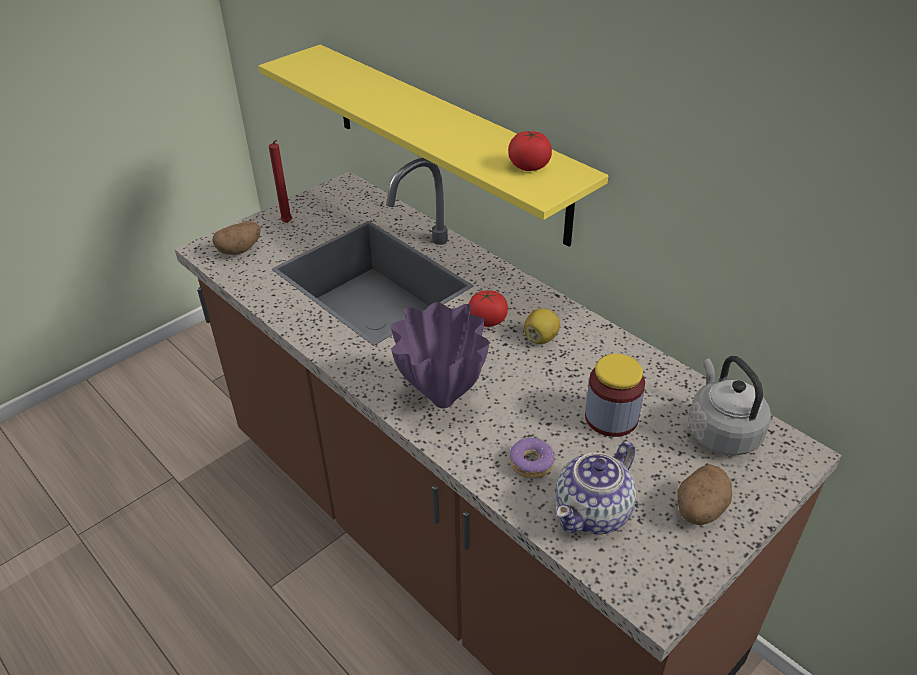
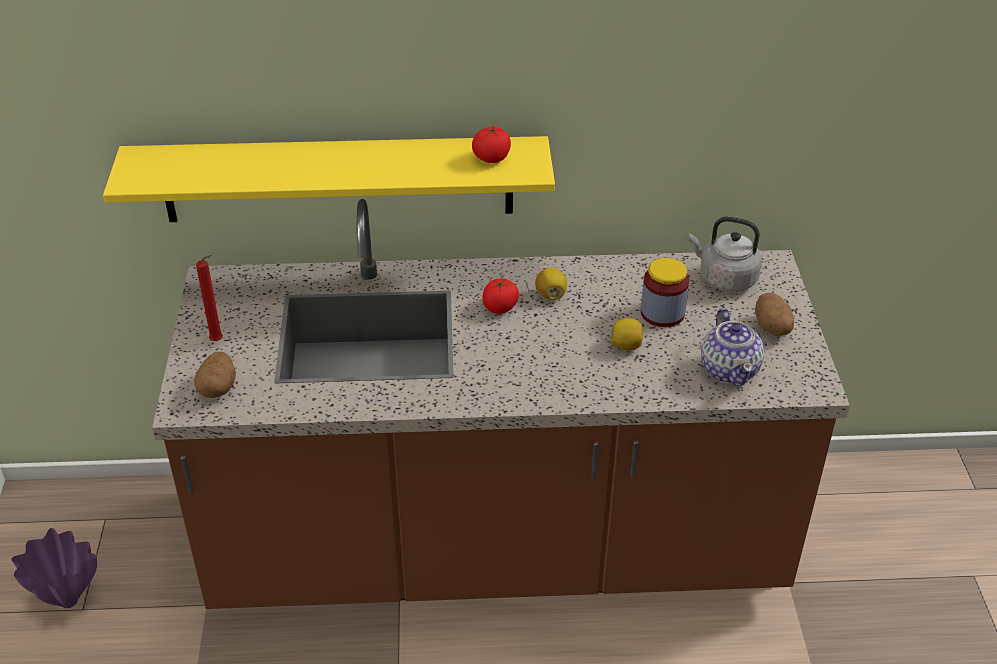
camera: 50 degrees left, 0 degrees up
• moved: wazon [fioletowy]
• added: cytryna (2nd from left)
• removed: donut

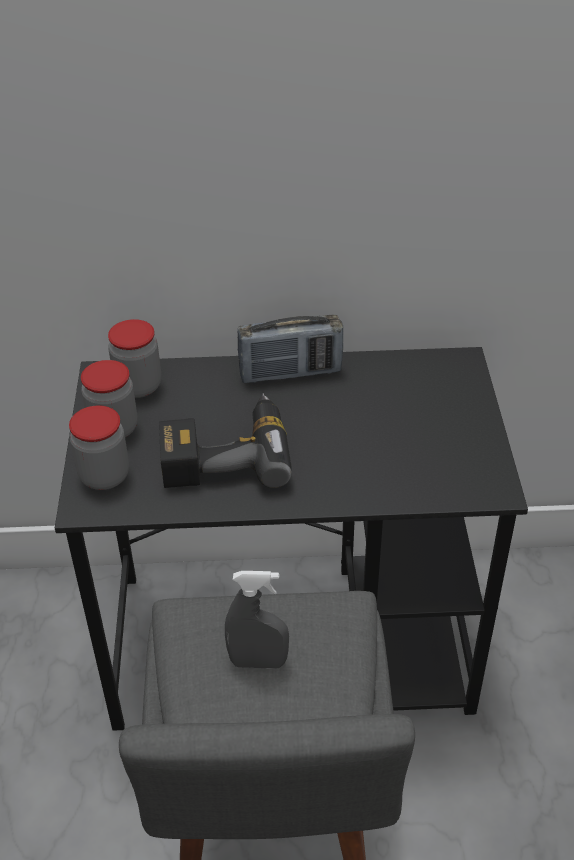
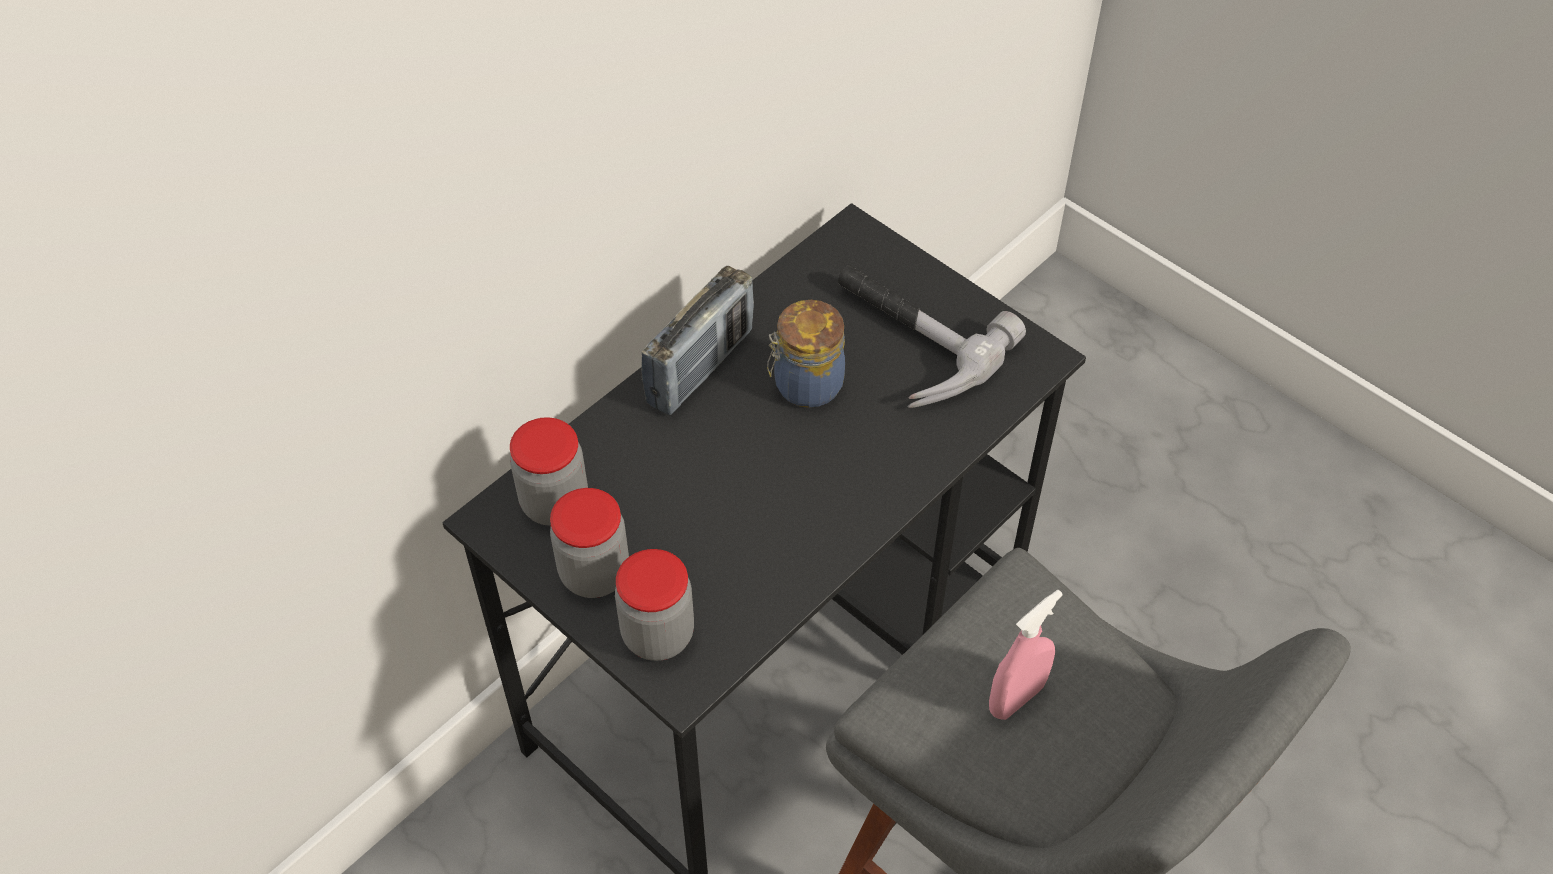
camera: 45 degrees left, 10 degrees up
• added: słoik (4th from left)
• added: młotek
• recoloured: spryskiwacz [szary] to spryskiwacz [różowy]
• removed: wiertarka

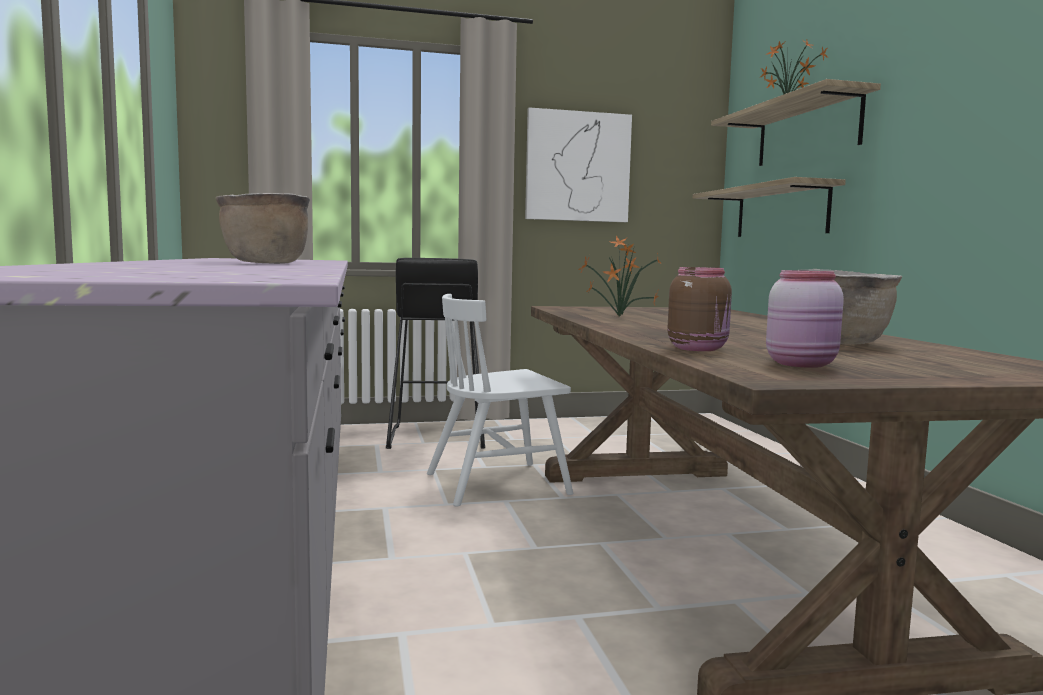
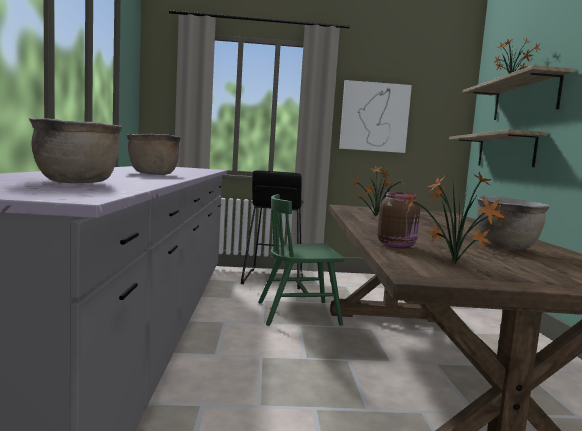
camera: 10 degrees right, 0 degrees up
• added: garnek [brązowy] (1st from left)
• recoloured: krzesło [biały] to krzesło [zielony]
• replaced: słoik [różowy] to roślina doniczkowa (2nd from left)

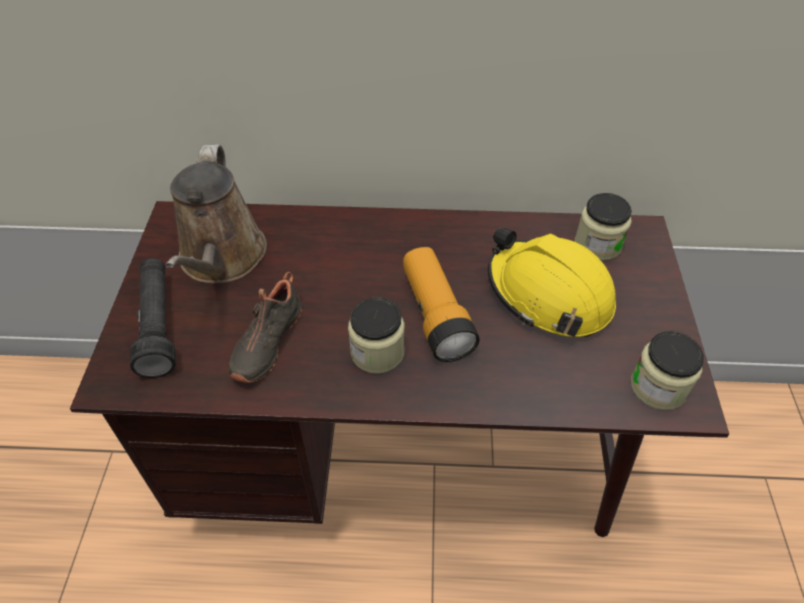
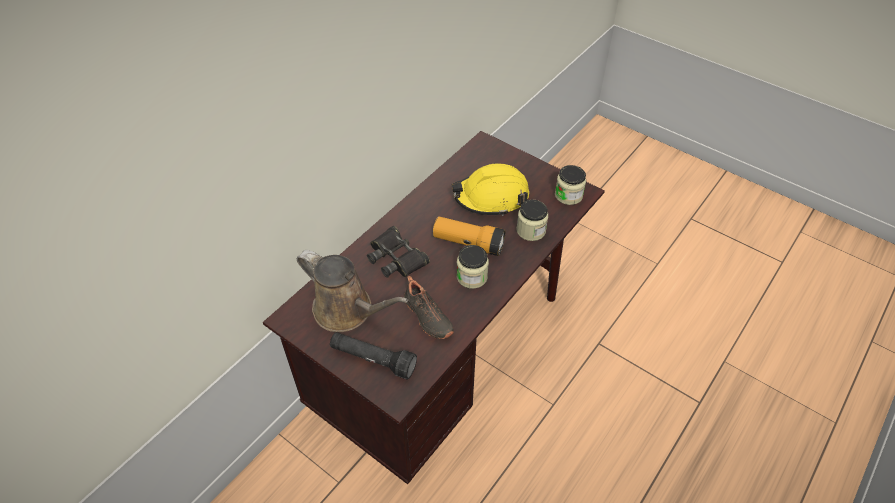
camera: 55 degrees left, 0 degrees up
• added: lornetka [czarny]
• moved: słoik (2nd from left)

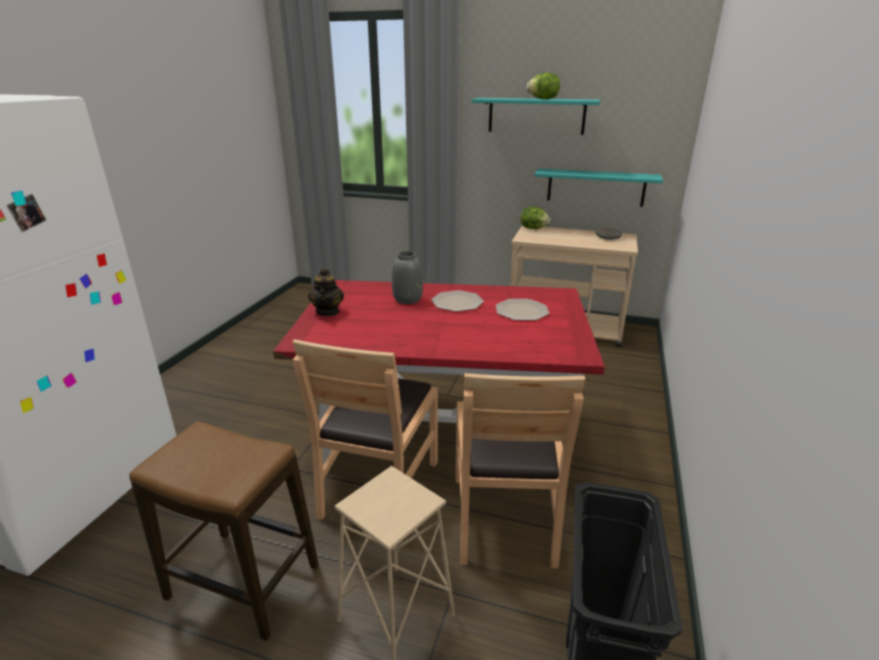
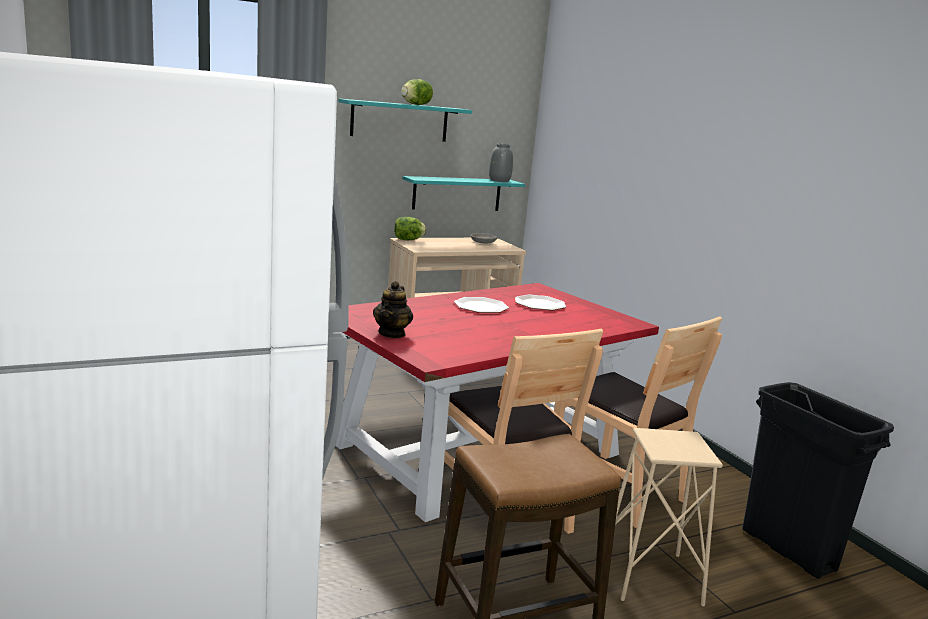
camera: 45 degrees left, 10 degrees down
• turned: imbryk 60 degrees clockwise
• moved: wazon [szary]

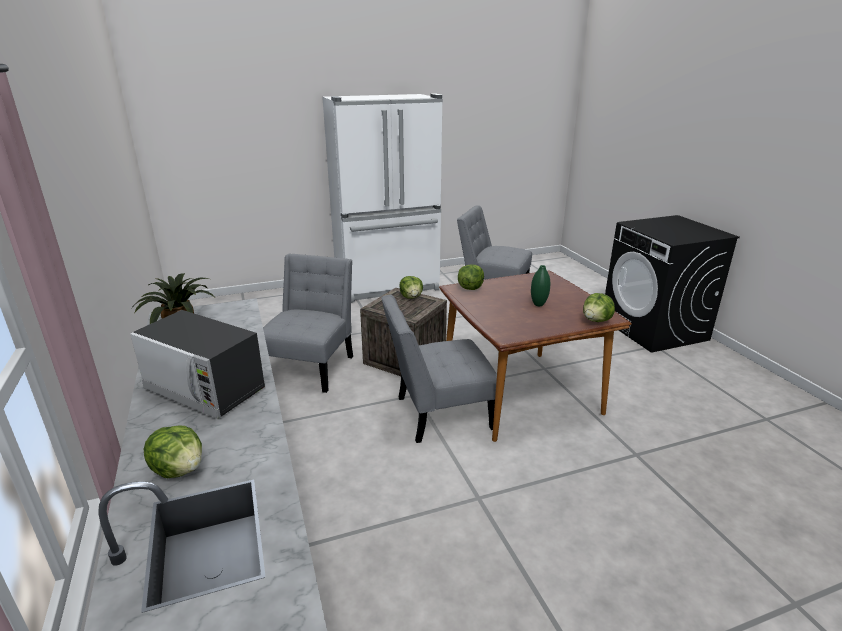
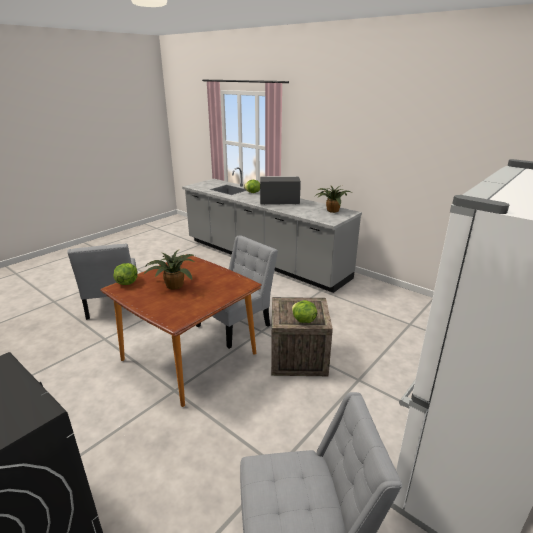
camera: 150 degrees right, 0 degrees up
• moved: krzesło [szary] (1st from left)
• replaced: wazon [zielony] to roślina doniczkowa (1st from left)
• removed: sałata (3rd from left)

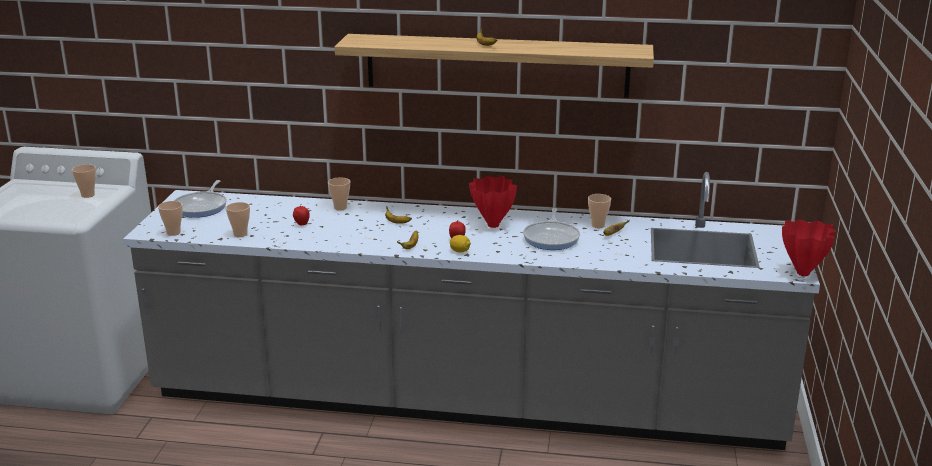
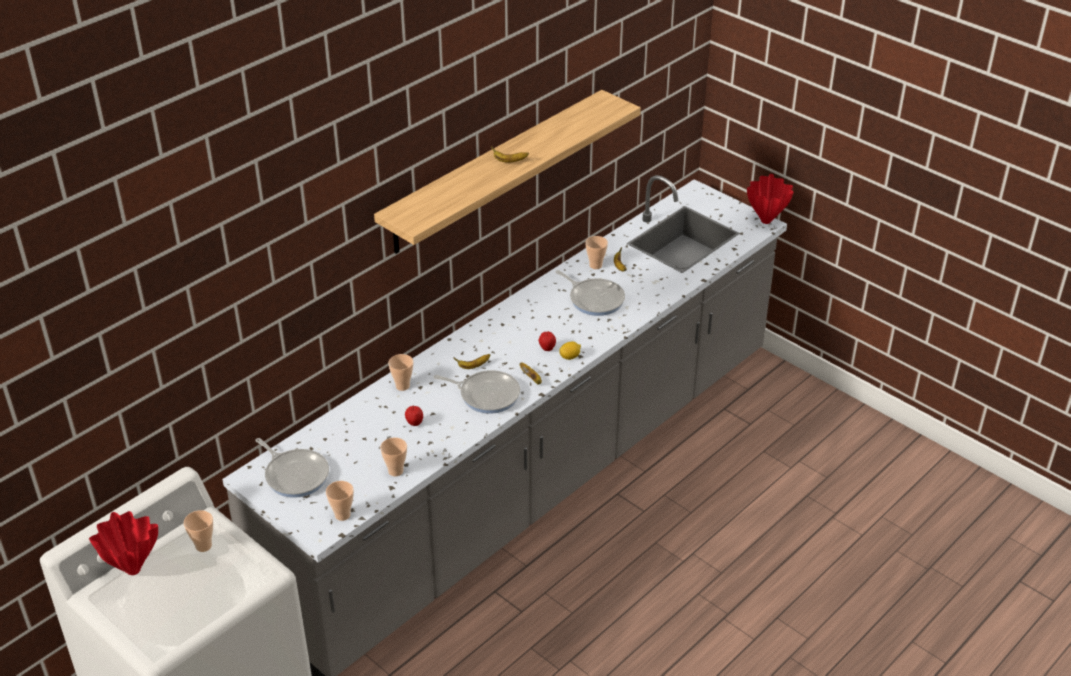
camera: 55 degrees left, 15 degrees up
• moved: wazon [czerwony] (1st from left)
• added: patelnia (2nd from left)

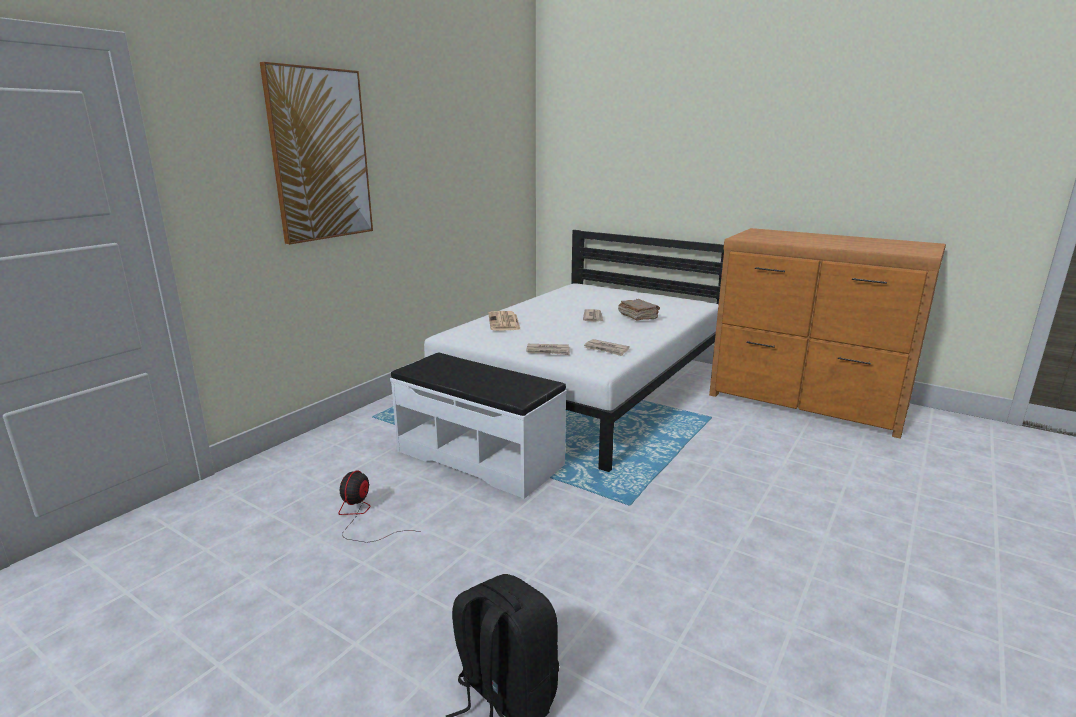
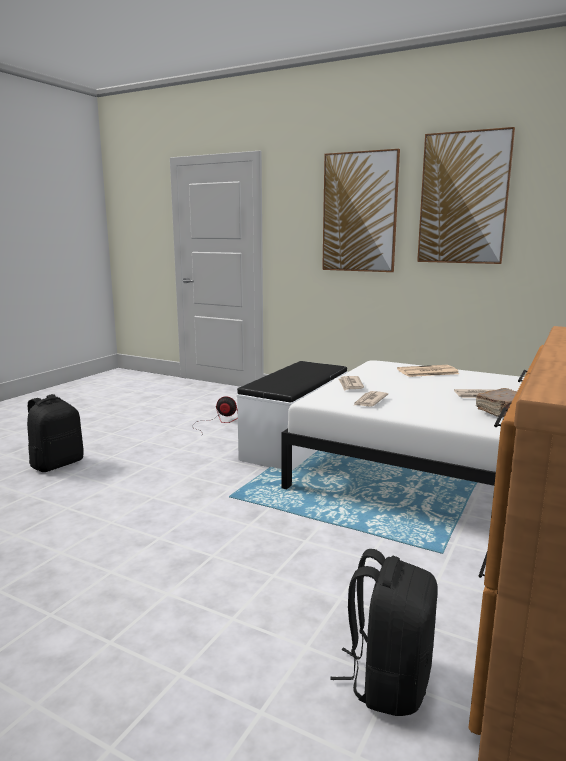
camera: 85 degrees right, 5 degrees down
• added: plecak [czarny] (2nd from left)
• added: obraz (2nd from left)

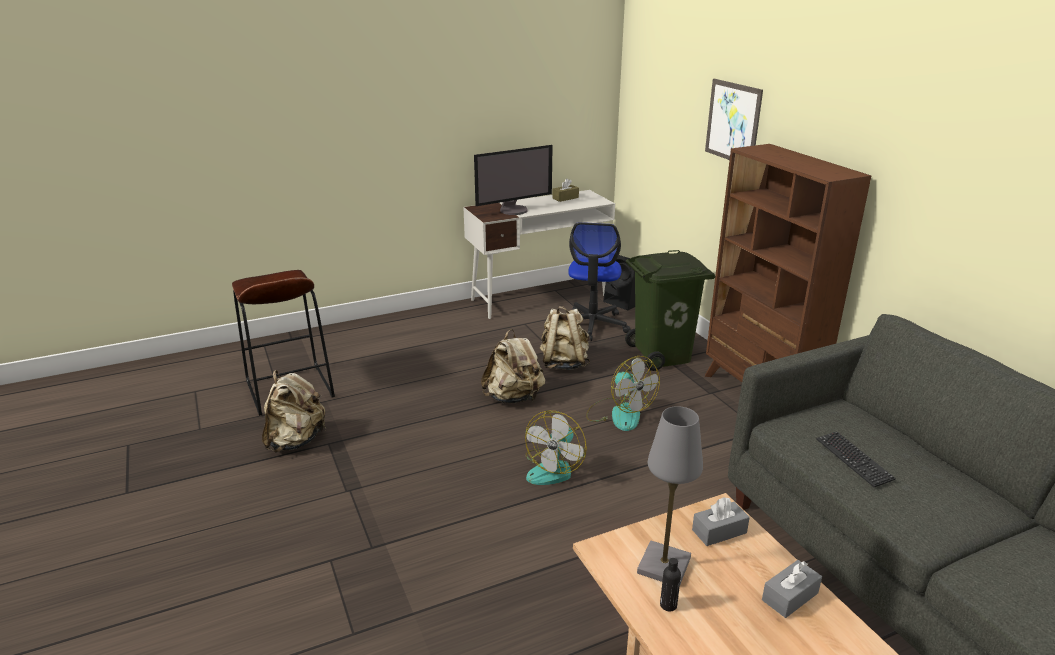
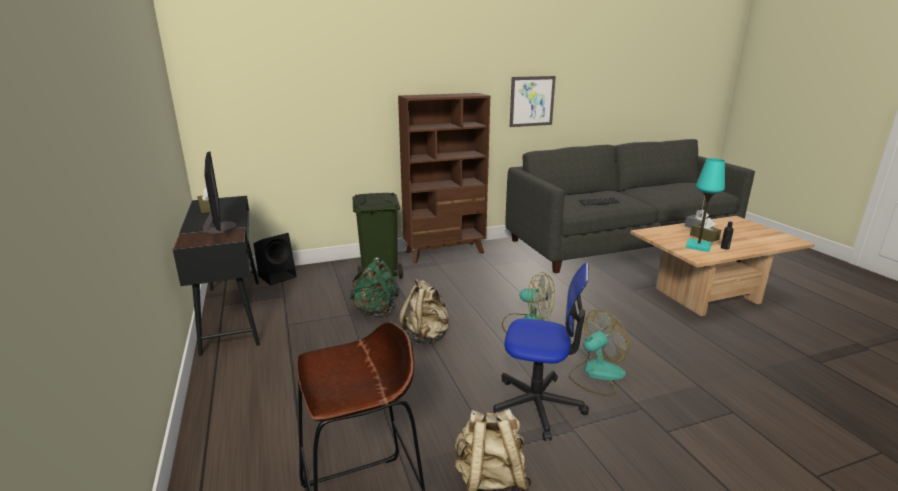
camera: 85 degrees left, 5 degrees down
• recoloured: biurko [biały] to biurko [czarny]
• recoloured: plecak [beżowy] (3rd from left) to plecak [zielony]
• moved: krzesło biurowe
• moved: obraz
• moved: wentylator (2nd from left)
• recoloured: lampa stołowa [szary] to lampa stołowa [turkusowy]
• added: pudełko chusteczek [brązowy] (2nd from left)
• removed: pudełko chusteczek [szary] (1st from left)

